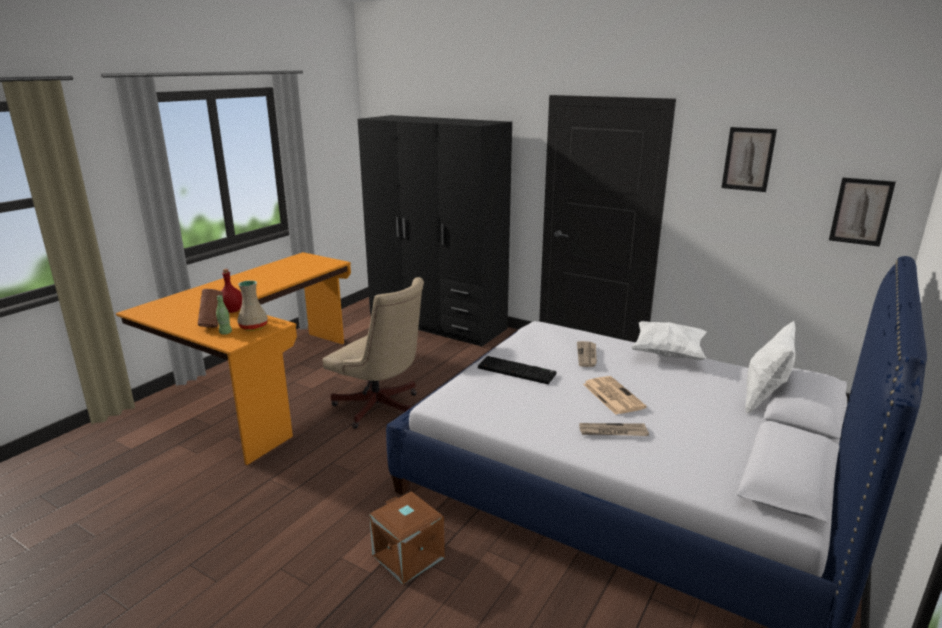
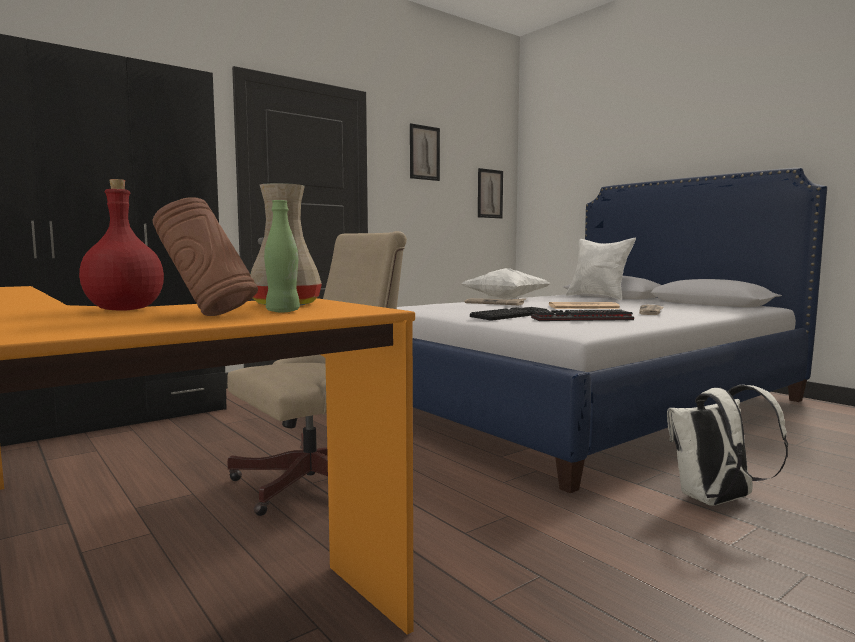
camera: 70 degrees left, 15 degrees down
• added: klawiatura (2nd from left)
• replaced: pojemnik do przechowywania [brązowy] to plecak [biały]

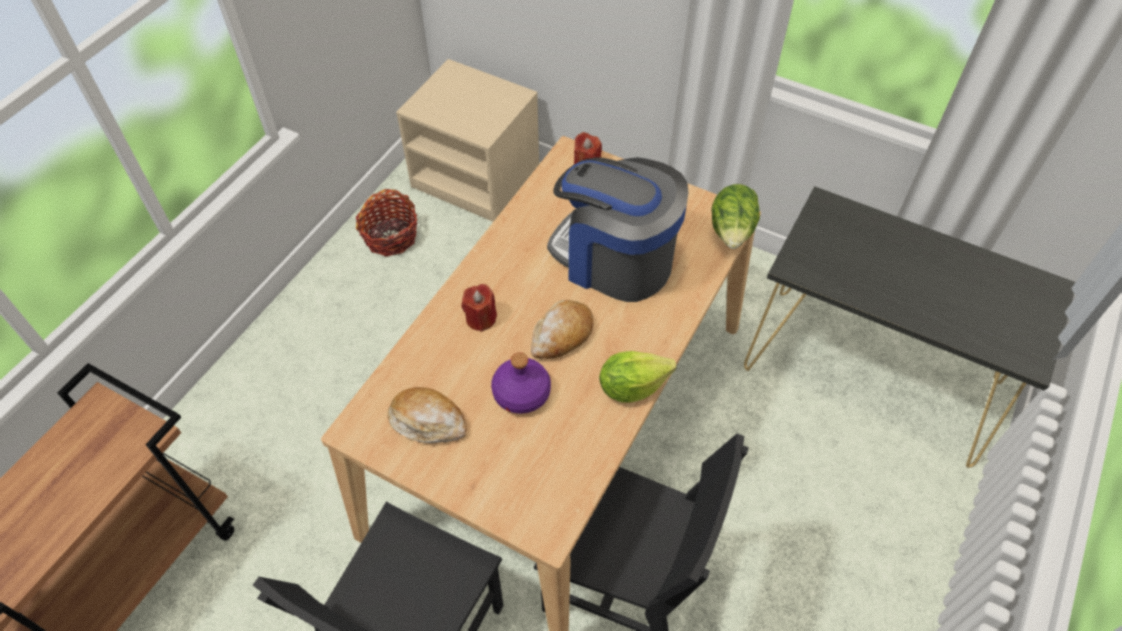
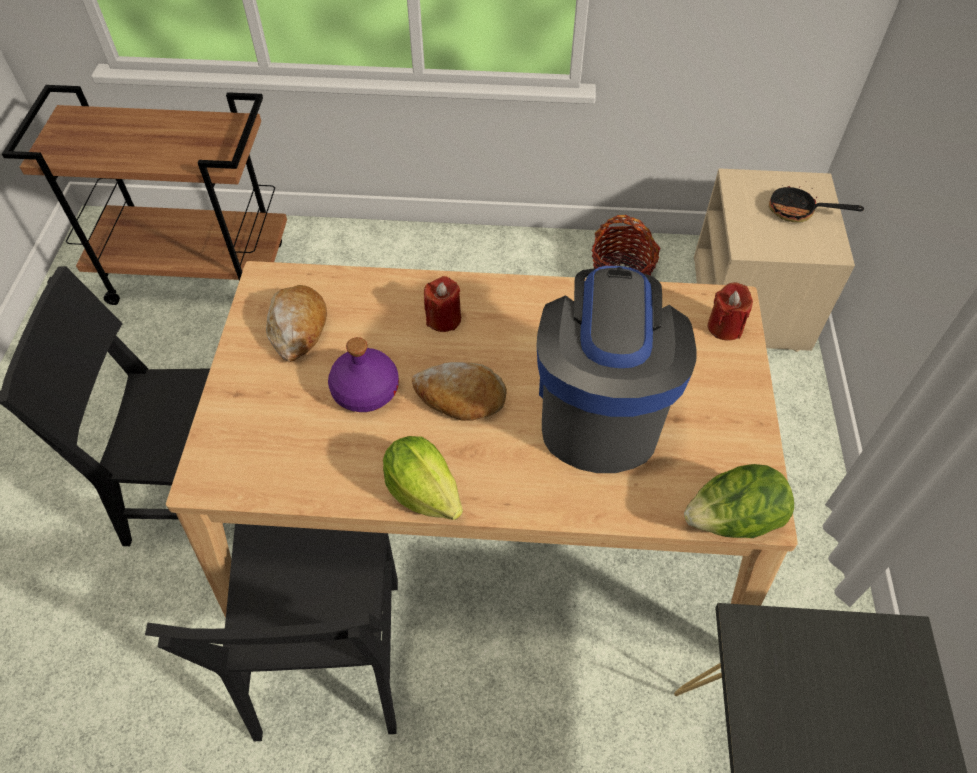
camera: 65 degrees right, 0 degrees up
• added: patelnia

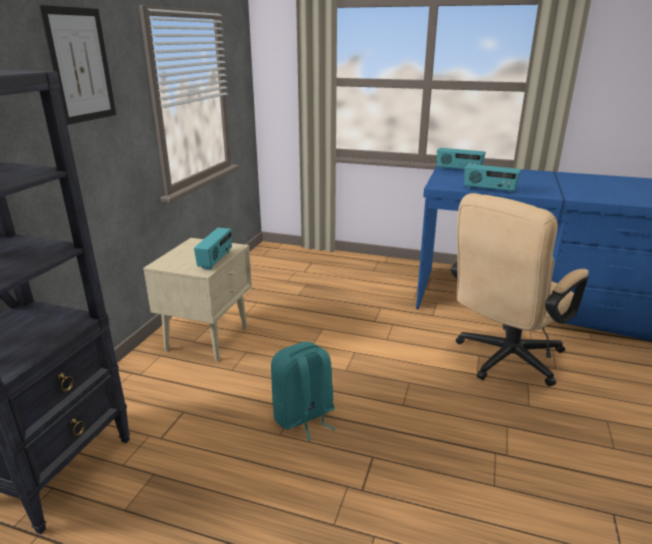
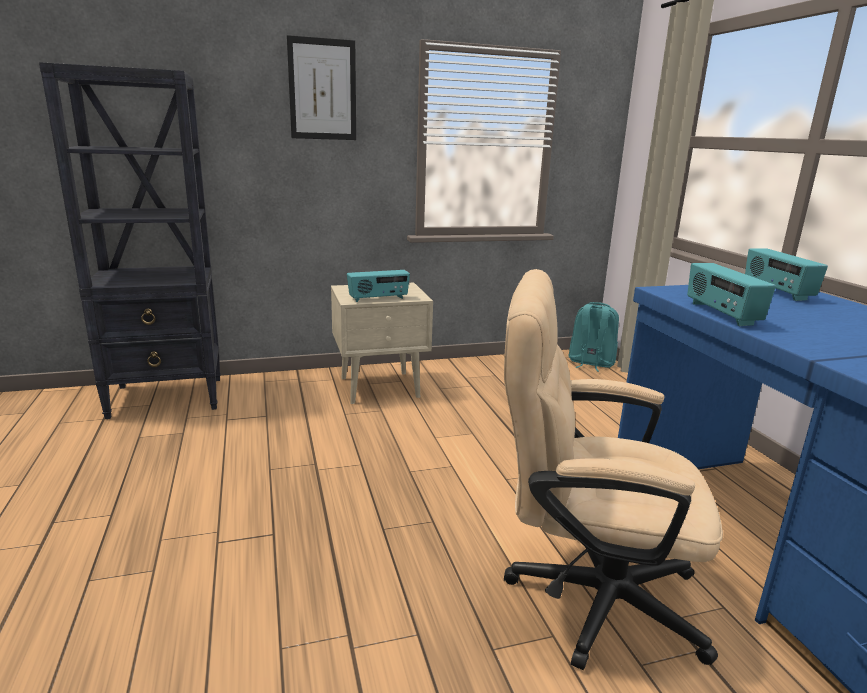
camera: 55 degrees right, 5 degrees down
• moved: plecak [turkusowy]

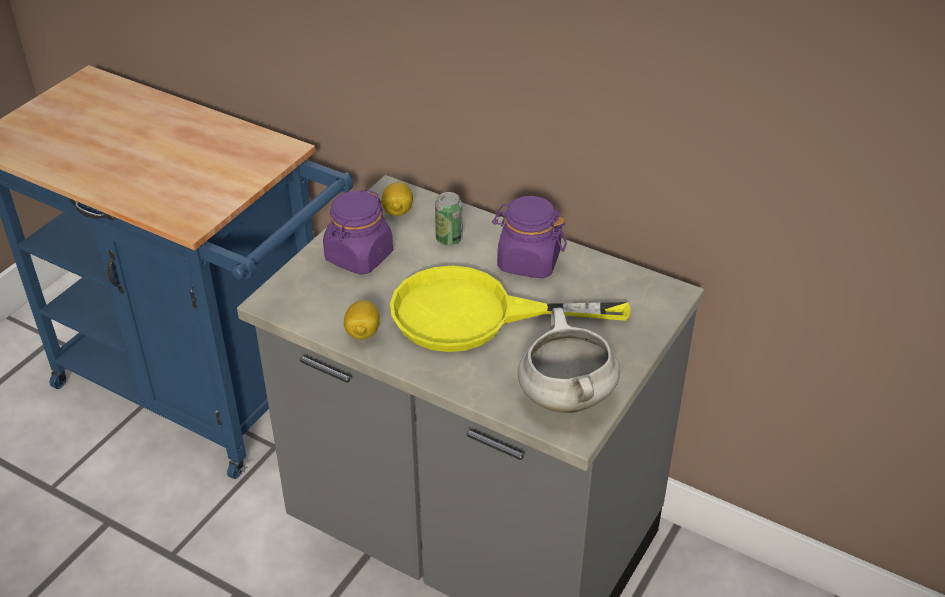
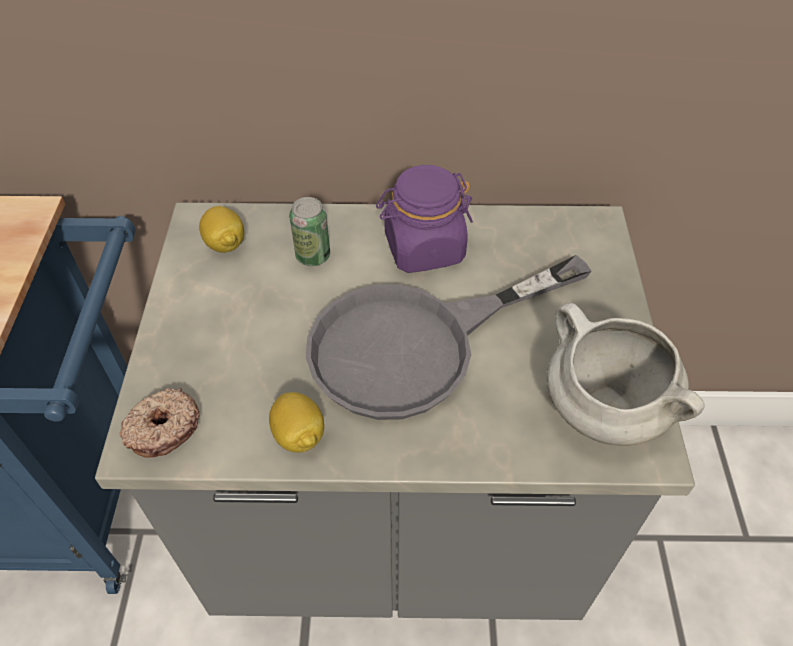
camera: 30 degrees left, 10 degrees up
• added: donut
• recoloured: patelnia [żółty] to patelnia [szary]
• removed: słoik [fioletowy] (1st from left)

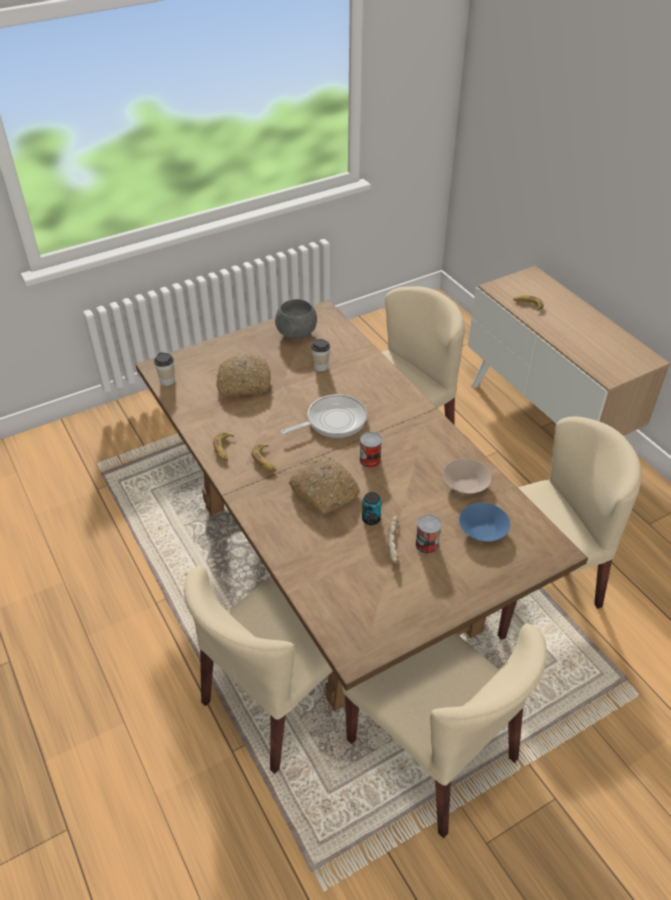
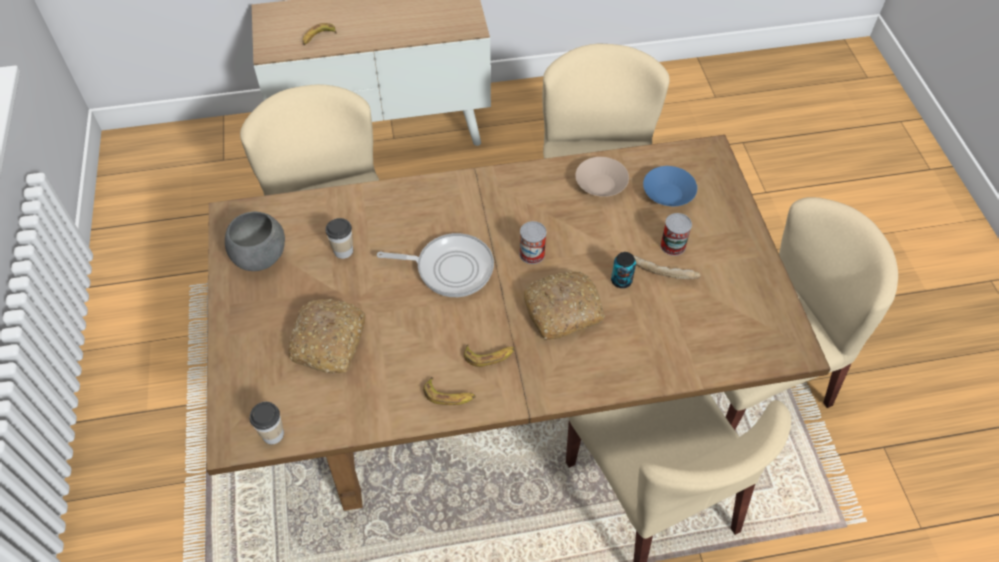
camera: 70 degrees left, 10 degrees up
• turned: patelnia 105 degrees clockwise

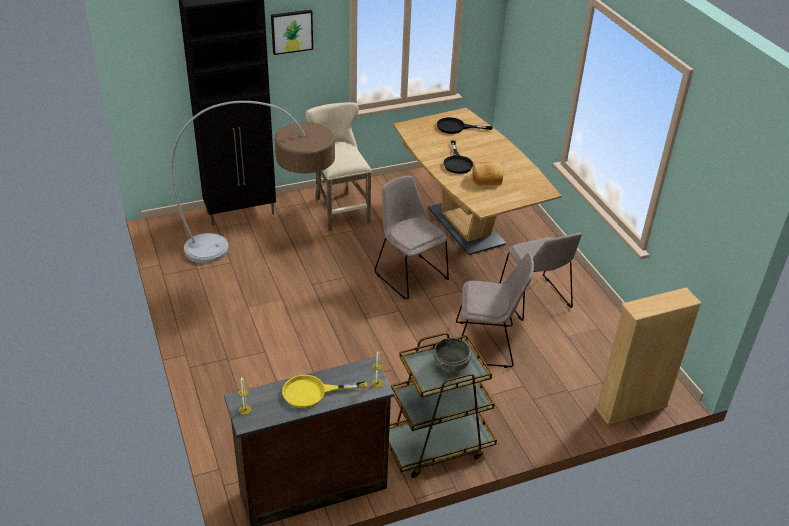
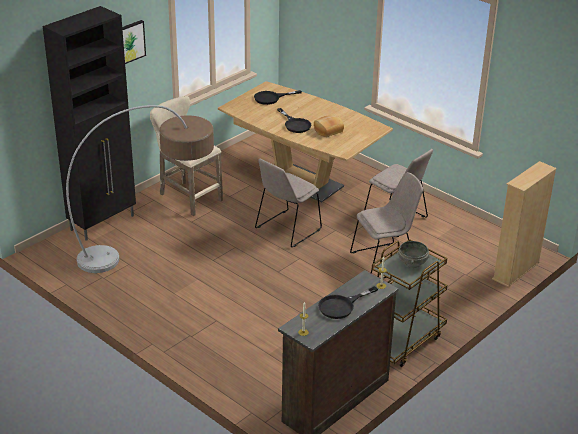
camera: 25 degrees left, 5 degrees down
• turned: krzesło [beżowy] (1st from left) 75 degrees counterclockwise
• recoloured: patelnia [żółty] to patelnia [czarny] (3rd from left)

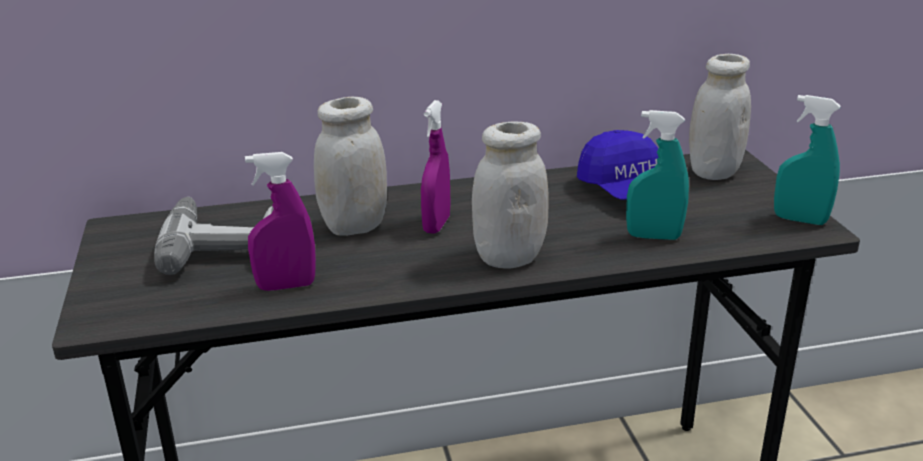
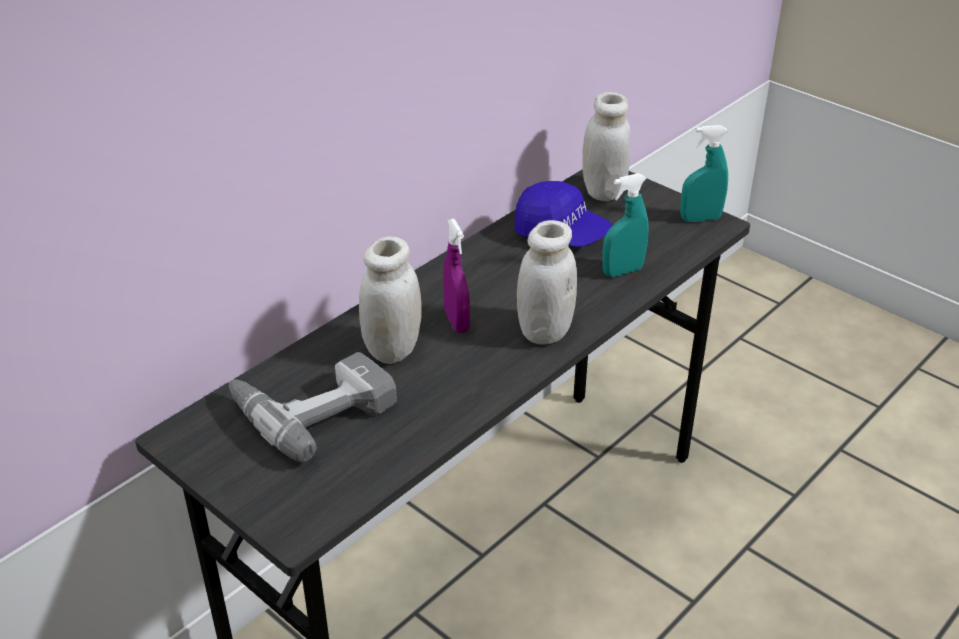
camera: 35 degrees left, 10 degrees up
• removed: spryskiwacz [fioletowy] (1st from left)

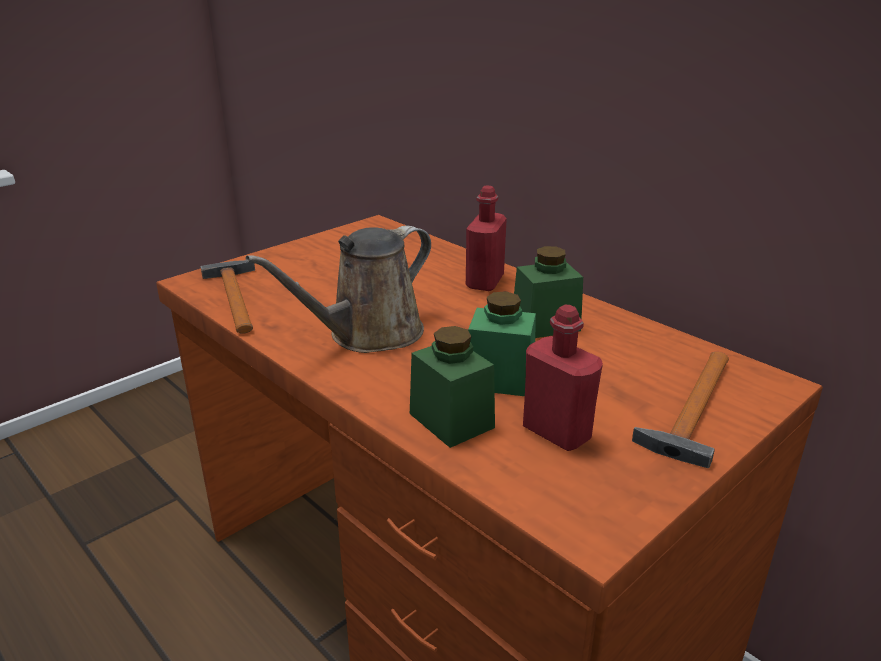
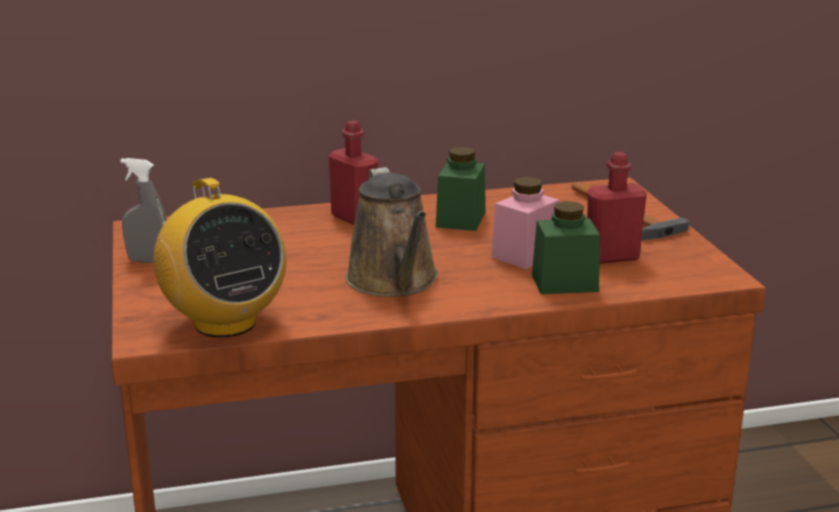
camera: 60 degrees left, 5 degrees down
• added: spryskiwacz [szary]
• replaced: młotek (1st from left) to radio
• recoloured: słoik [zielony] (2nd from left) to słoik [różowy]

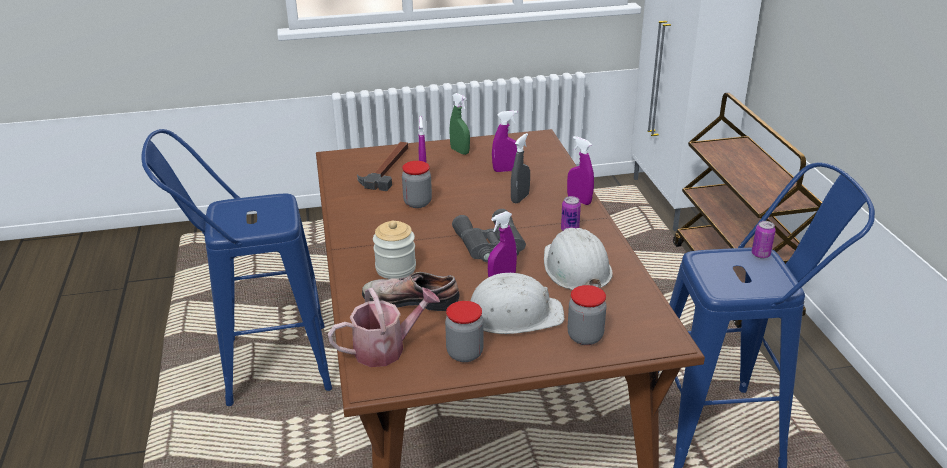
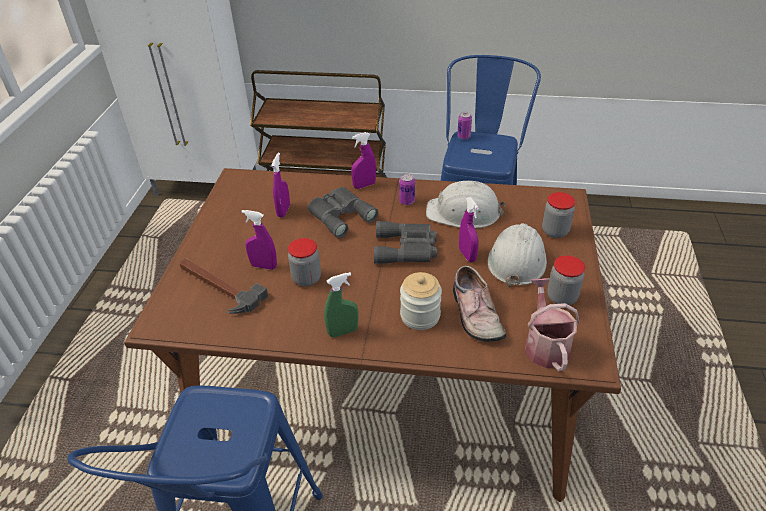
camera: 70 degrees left, 10 degrees up
• replaced: spryskiwacz [szary] to lornetka [szary] (1st from left)
• moved: spryskiwacz [zielony]
• turned: but 45 degrees counterclockwise

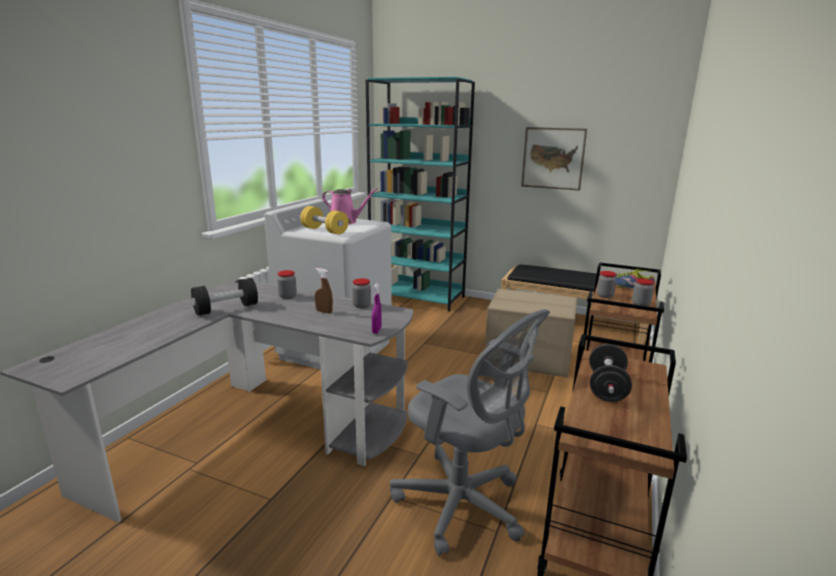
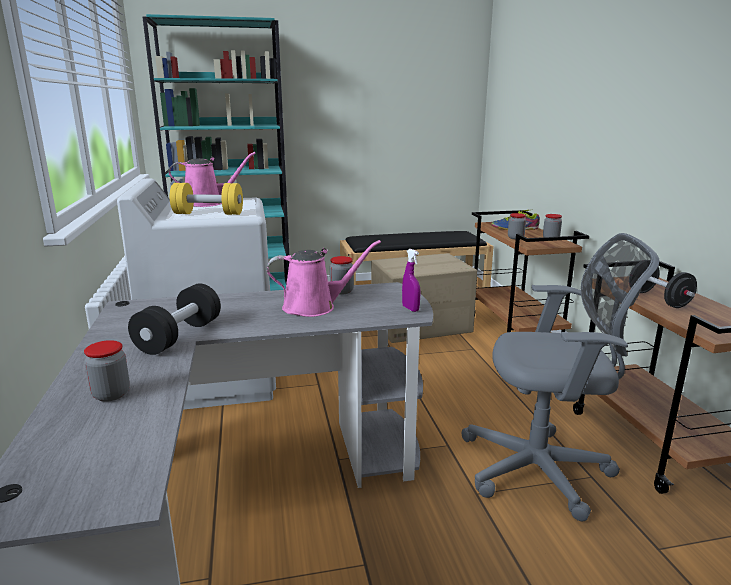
camera: 35 degrees left, 0 degrees up
• moved: słoik (1st from left)
• replaced: spryskiwacz [brązowy] to konewka [różowy] (2nd from left)
• removed: obraz

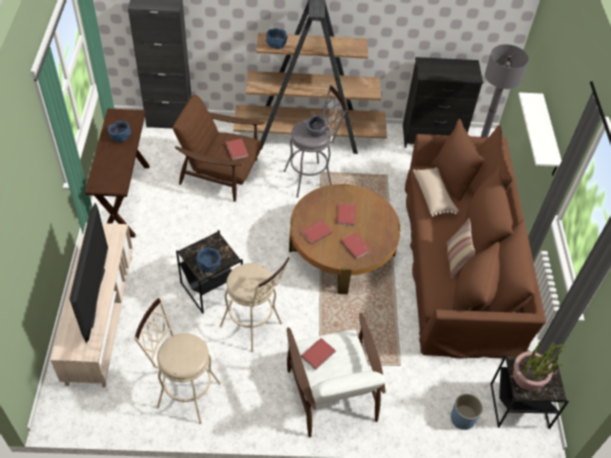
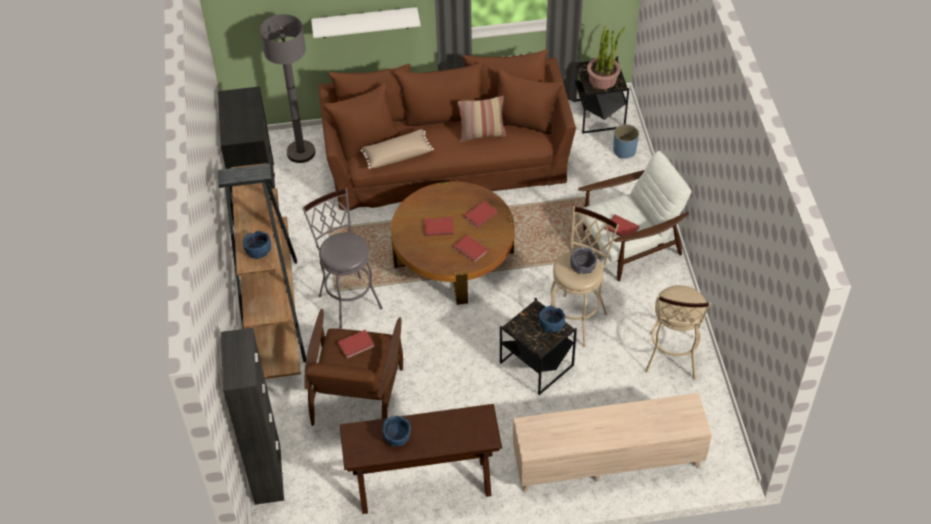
camera: 95 degrees left, 0 degrees up
• moved: miska [szary]
• removed: telewizor

